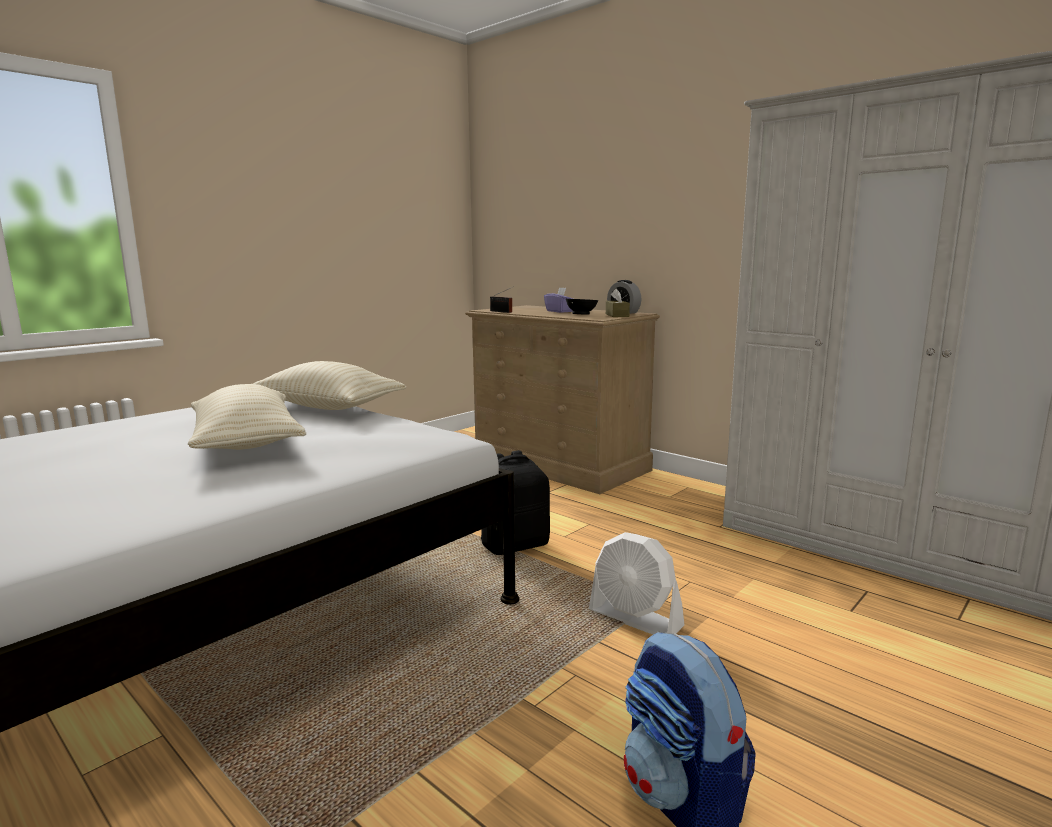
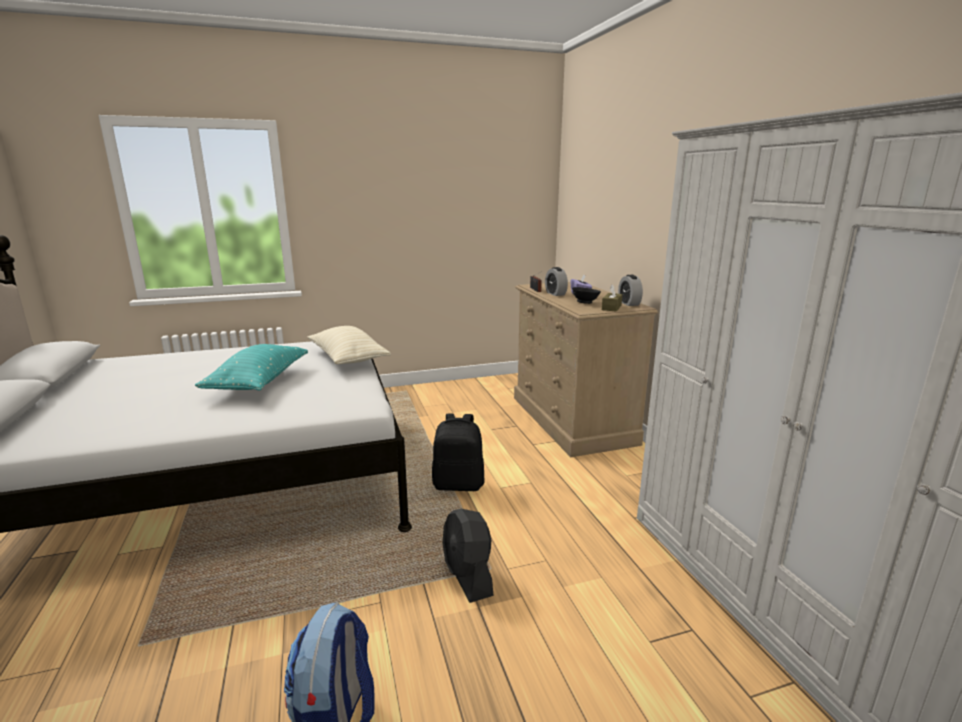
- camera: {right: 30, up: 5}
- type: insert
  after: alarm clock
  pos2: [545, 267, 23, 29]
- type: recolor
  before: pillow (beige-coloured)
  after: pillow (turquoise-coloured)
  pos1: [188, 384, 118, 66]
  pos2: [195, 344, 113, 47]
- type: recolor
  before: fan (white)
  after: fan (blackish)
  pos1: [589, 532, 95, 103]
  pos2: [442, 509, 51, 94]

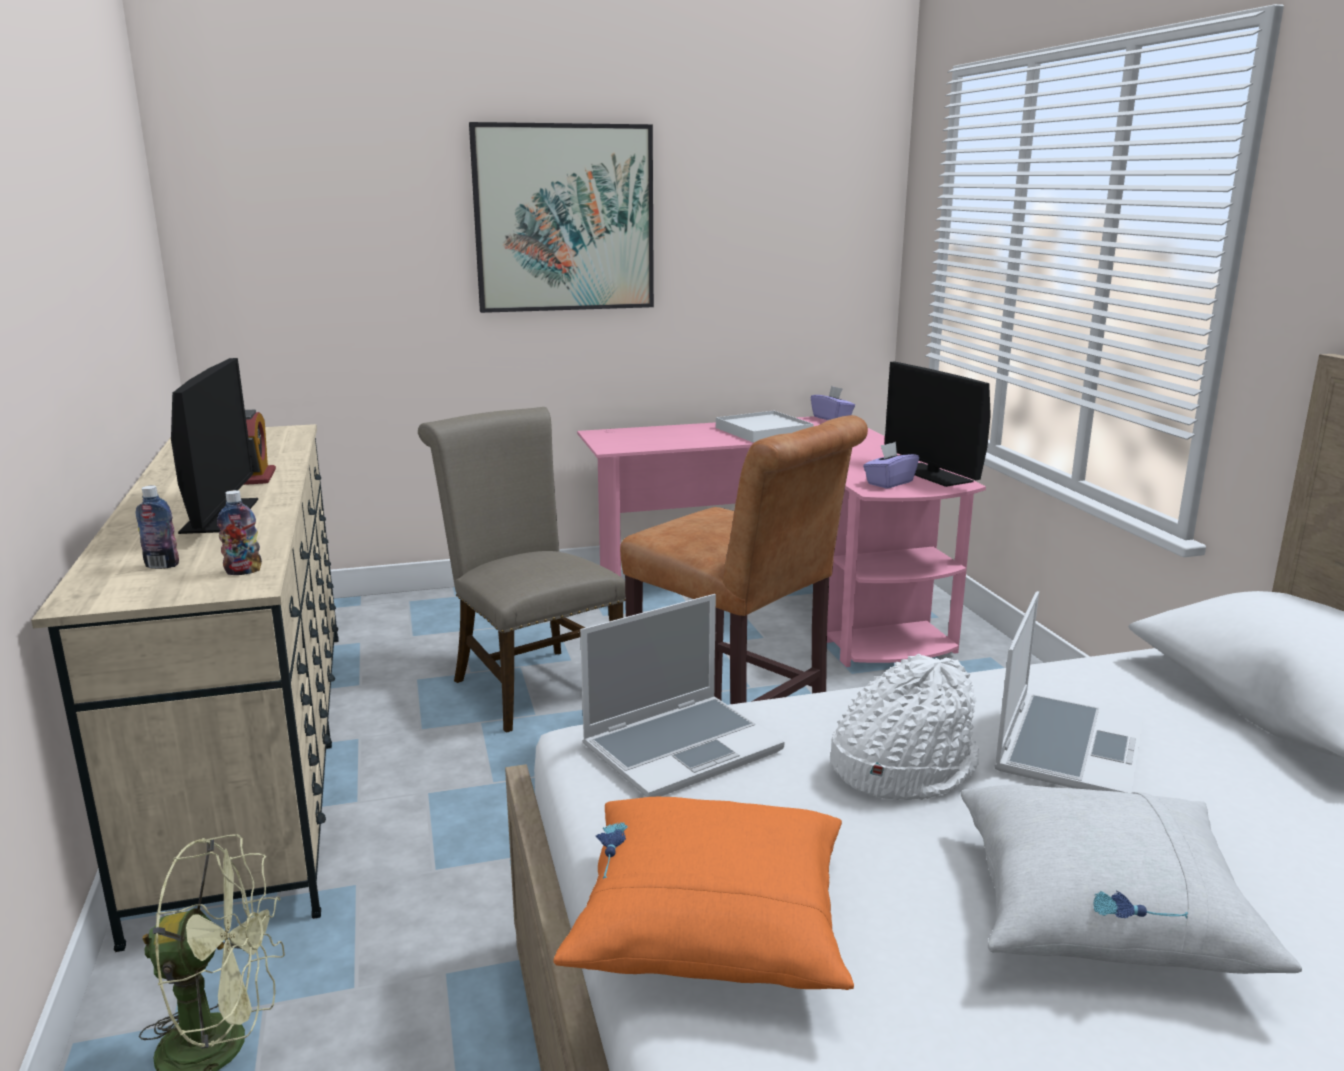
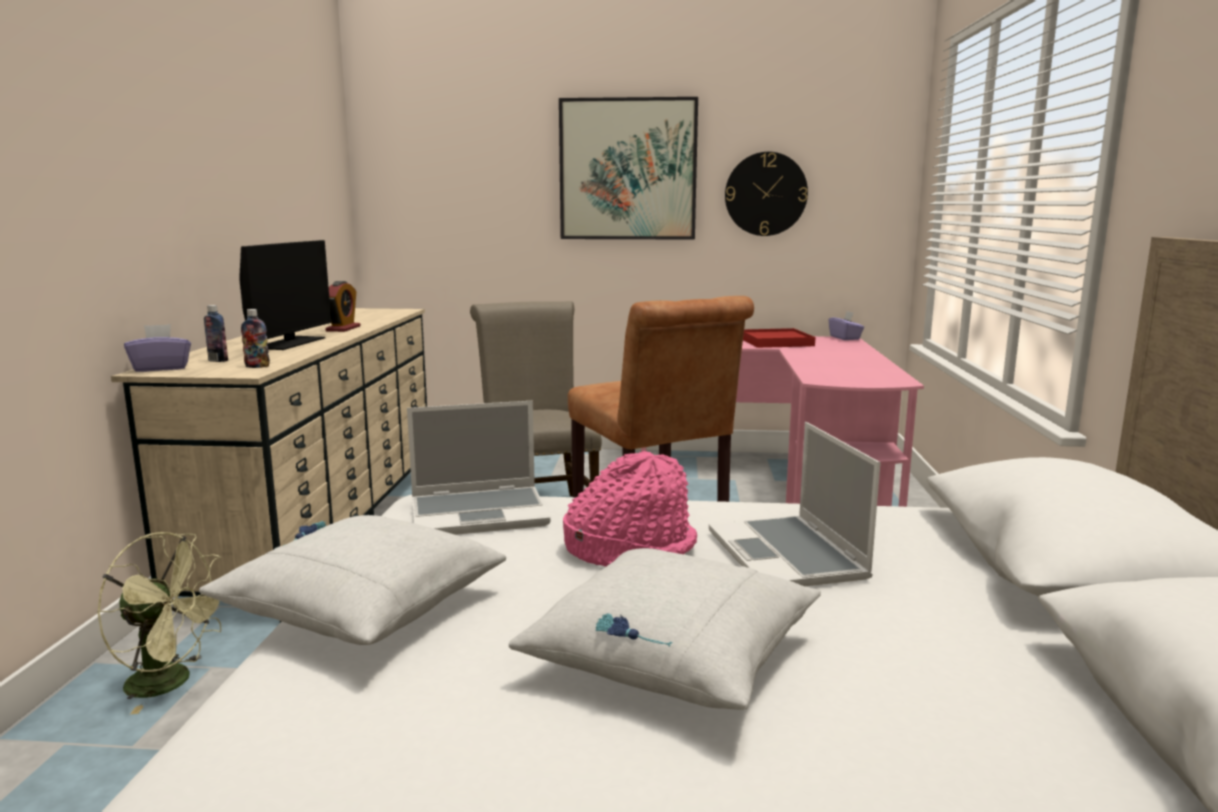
- camera: {right: 20, up: -5}
- type: delete
  before: computer screen
  pos1: [884, 362, 107, 125]
- type: insert
  after: wall clock
  pos2: [725, 152, 83, 84]
- type: move
  before: tissue holder (purple)
  pos1: [863, 442, 56, 47]
  pos2: [124, 324, 67, 48]
- type: recolor
  before: pillow (orangey)
  after: pillow (gray)
  pos1: [553, 797, 301, 193]
  pos2: [199, 515, 307, 130]
- type: recolor
  before: serving tray (white)
  after: serving tray (red)
  pos1: [716, 411, 98, 31]
  pos2: [743, 328, 72, 20]
- type: recolor
  before: hat (white)
  after: hat (pinkish)
  pos1: [830, 654, 149, 146]
  pos2: [563, 451, 134, 116]
- type: rotate
  before: notebook computer
  pos1: [994, 591, 150, 202]
  pos2: [709, 422, 172, 164]
  turn: 120

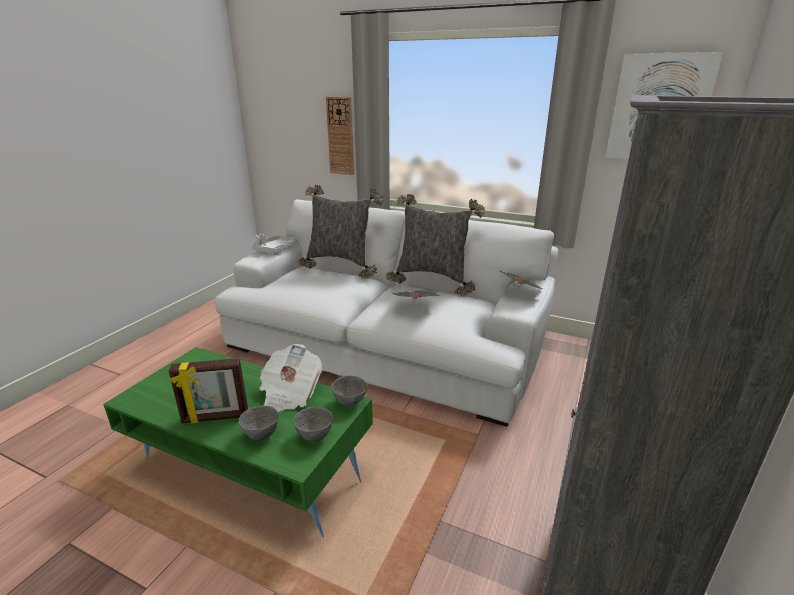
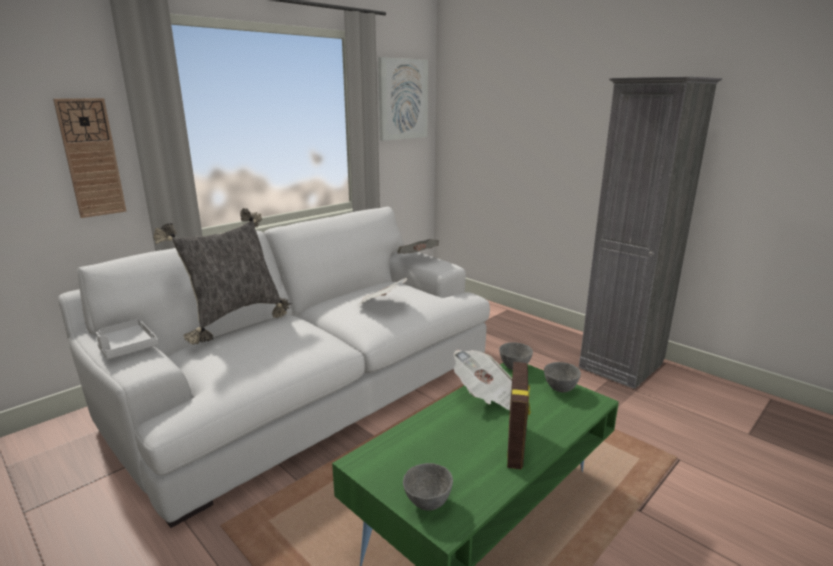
- camera: {right: -70, up: -5}
- type: delete
  before: pillow
  pos1: [385, 194, 100, 102]
- type: move
  before: serving bowl (gray)
  pos1: [239, 405, 40, 36]
  pos2: [403, 463, 50, 48]

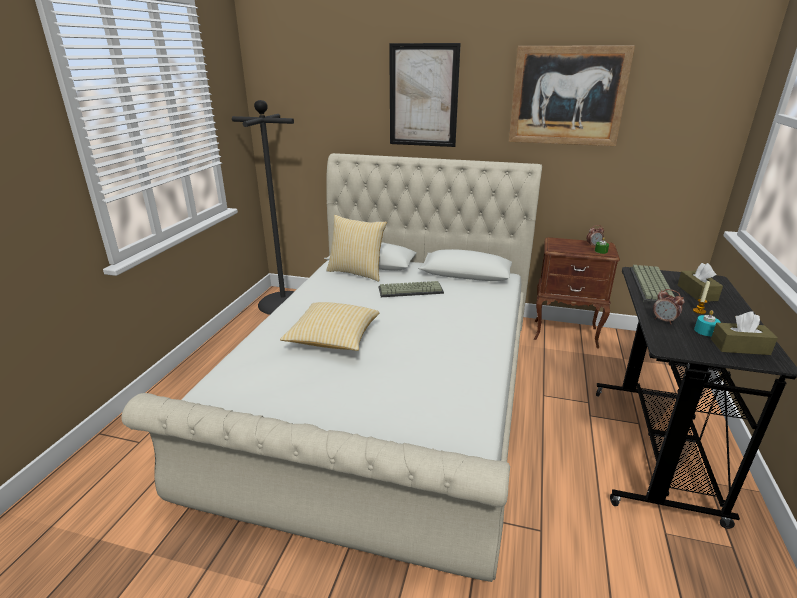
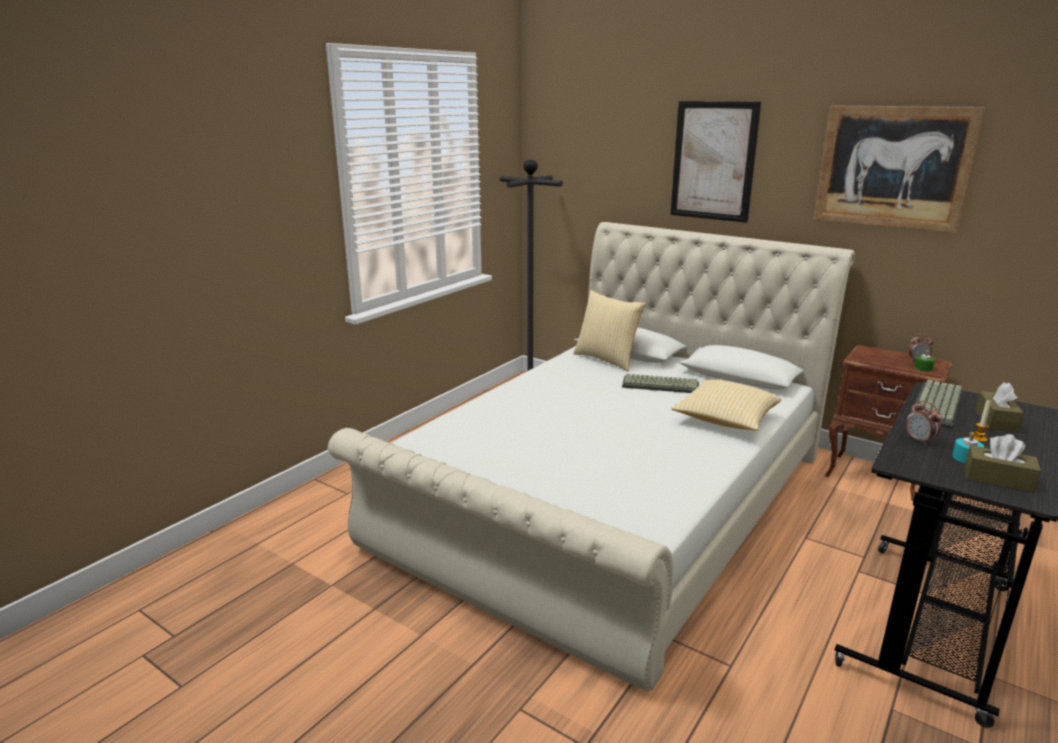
- camera: {right: 20, up: -5}
- type: move
  before: pillow
  pos1: [280, 302, 99, 49]
  pos2: [671, 380, 110, 51]

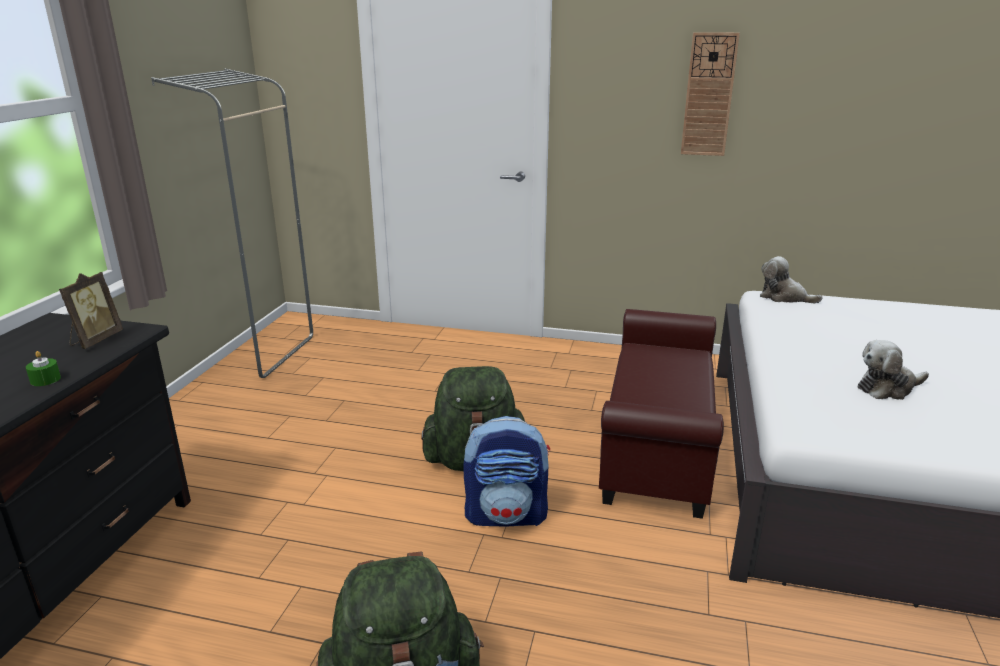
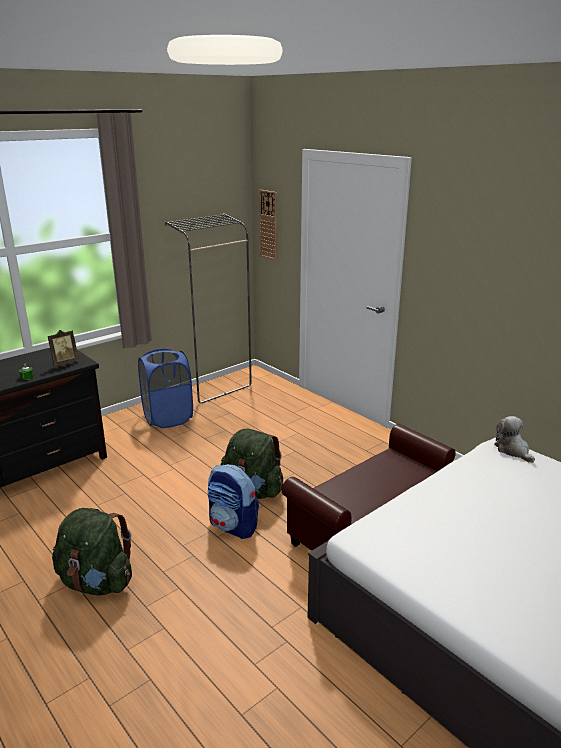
- camera: {right: 35, up: 0}
- type: delete
  before: cuddly toy
  pos1: [858, 340, 71, 60]
- type: insert
  after: washing basket (bluish)
  pos2: [138, 348, 55, 80]
- type: move
  before: wall clock
  pos1: [681, 32, 59, 124]
  pos2: [259, 190, 18, 70]

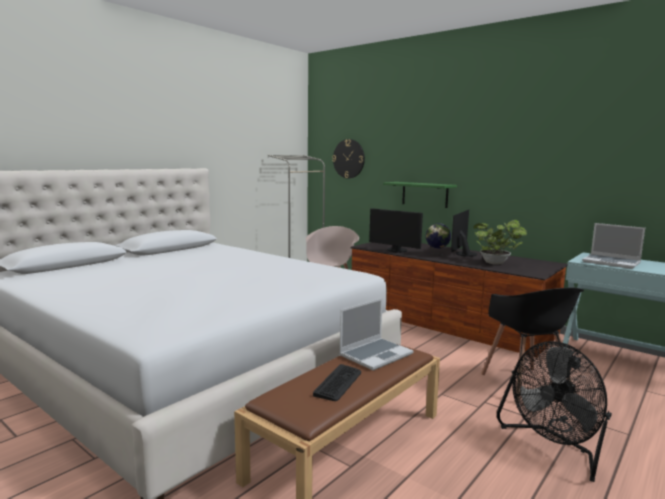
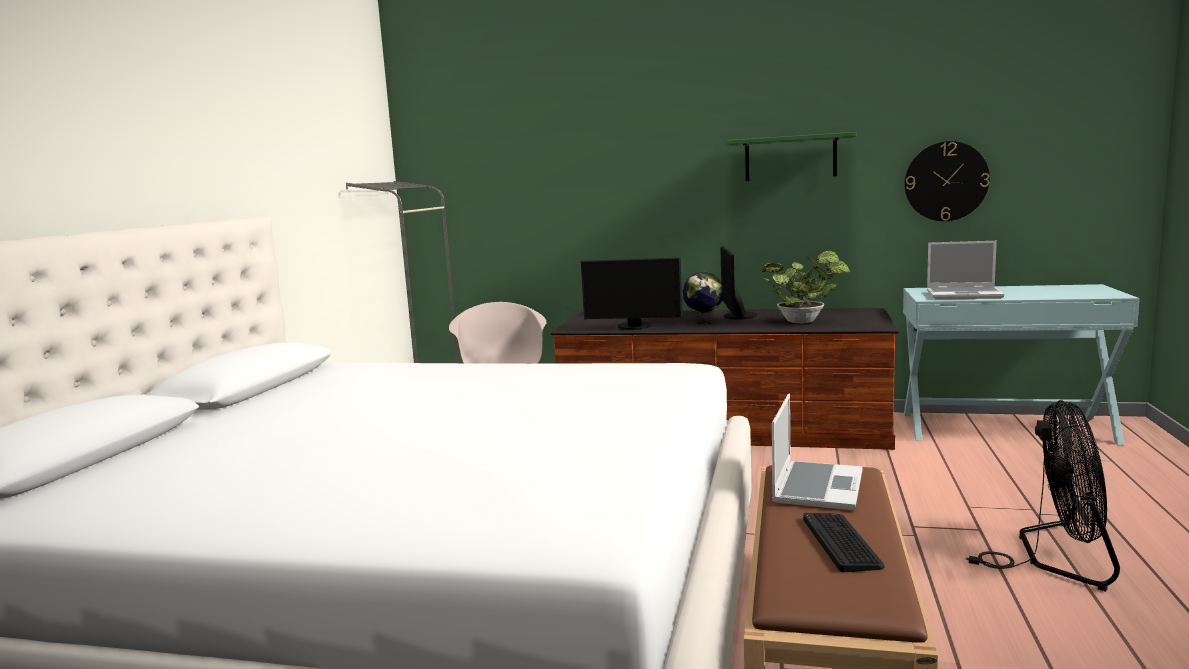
- camera: {right: -25, up: 0}
- type: delete
  before: upright chair (blackish)
  pos1: [481, 288, 103, 116]
- type: move
  before: wall clock
  pos1: [332, 139, 33, 39]
  pos2: [904, 141, 86, 80]
- type: move
  before: shelf (greenish)
  pos1: [383, 182, 74, 26]
  pos2: [727, 132, 129, 49]
- type: rotate
  before: fan (blackish)
  pos1: [497, 341, 115, 141]
  pos2: [965, 400, 155, 192]
  turn: -105

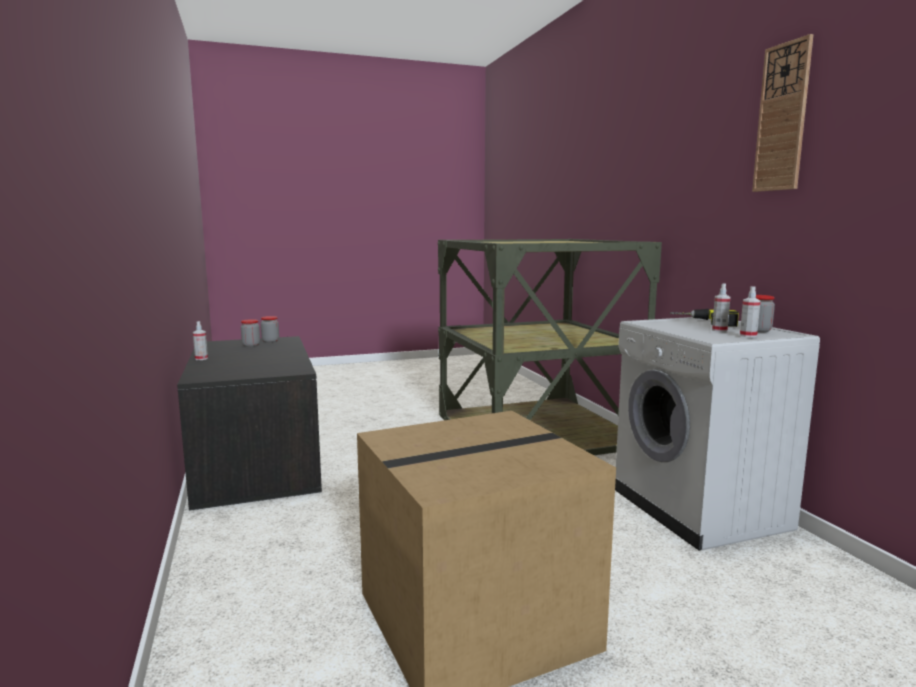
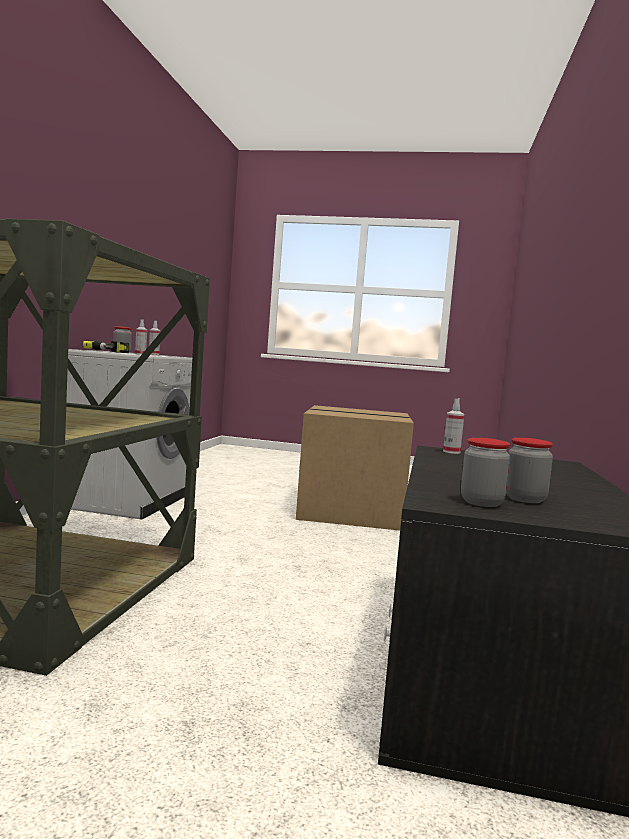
- camera: {right: -150, up: -5}
- type: delete
  before: wall clock
  pos1: [752, 34, 61, 158]
- type: move
  before: sprayer
  pos1: [193, 321, 15, 39]
  pos2: [443, 398, 21, 56]

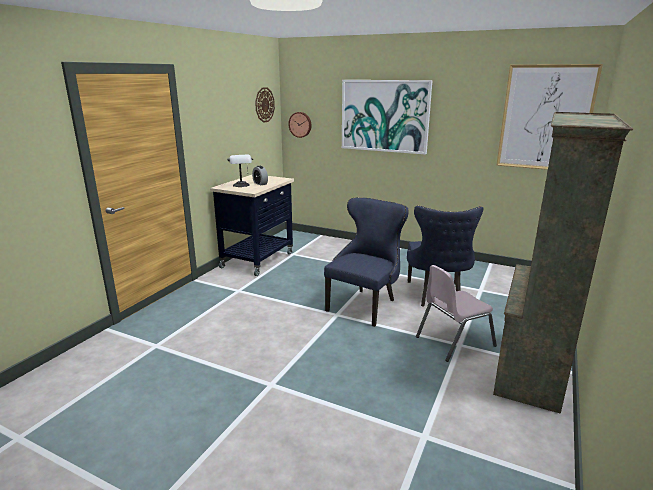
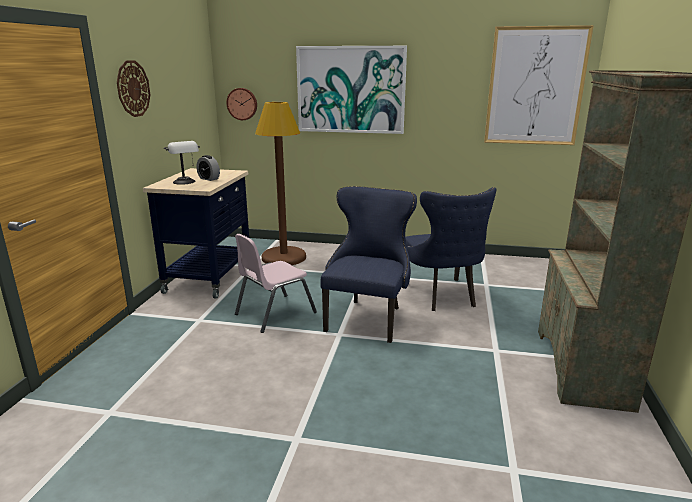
- camera: {right: -15, up: 0}
- type: insert
  after: standard lamp (brown)
  pos2: [255, 102, 51, 163]
- type: move
  before: wall clock
  pos1: [255, 87, 20, 36]
  pos2: [117, 60, 33, 57]
- type: move
  before: upright chair (pinkish)
  pos1: [416, 265, 81, 97]
  pos2: [235, 234, 82, 99]

